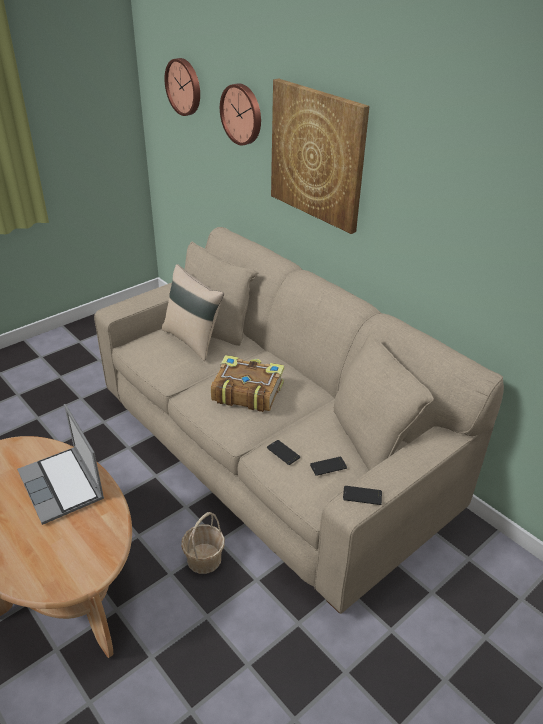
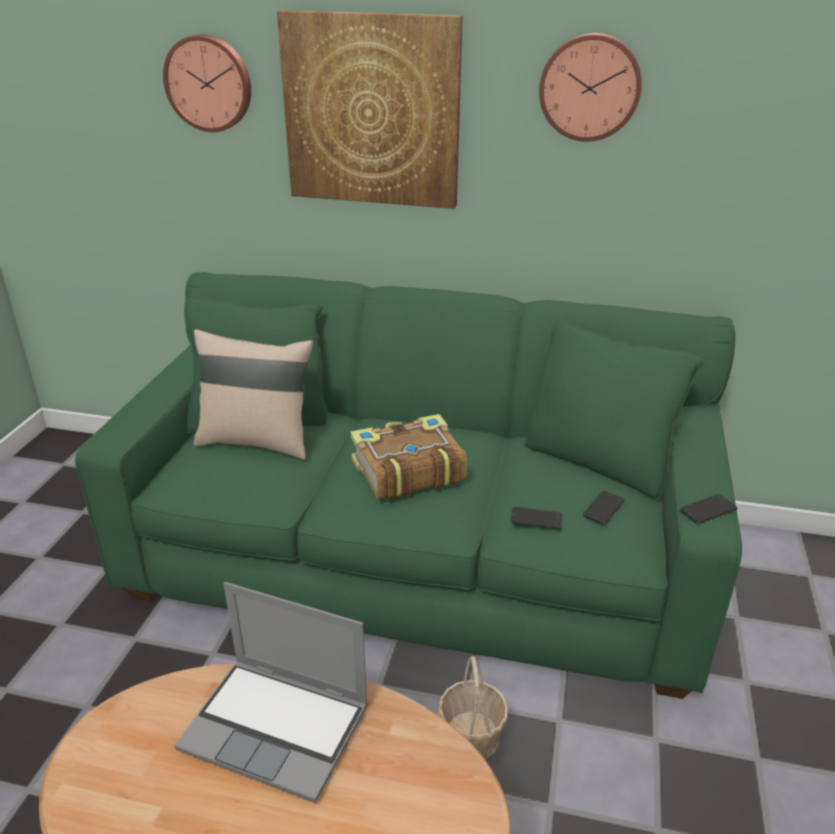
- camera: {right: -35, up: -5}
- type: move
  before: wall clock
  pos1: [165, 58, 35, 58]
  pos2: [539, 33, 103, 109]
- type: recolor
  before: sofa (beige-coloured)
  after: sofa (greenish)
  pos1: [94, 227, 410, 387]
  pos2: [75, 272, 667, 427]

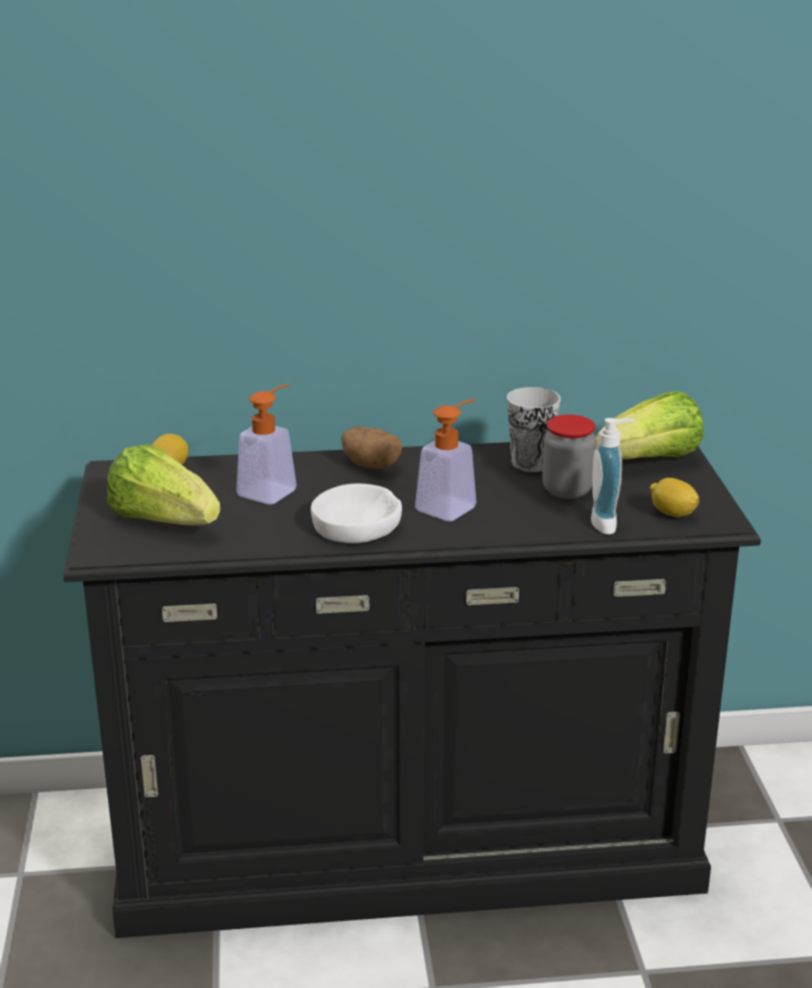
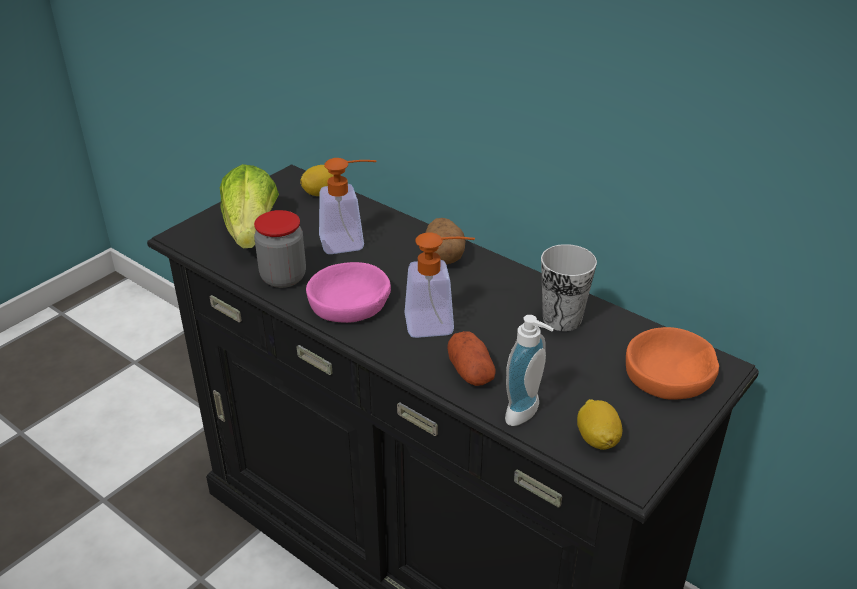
- camera: {right: 45, up: 10}
- type: insert
  after: spud
  pos2: [447, 331, 49, 55]
- type: move
  before: storage jar
  pos1: [542, 415, 54, 84]
  pos2: [254, 210, 52, 78]
- type: replace
  before: lettuce head
  after: serving bowl (orangey)
  pos1: [596, 391, 108, 69]
  pos2: [626, 327, 93, 73]
- type: recolor
  before: serving bowl (white)
  after: serving bowl (pinkish)
  pos1: [311, 483, 91, 60]
  pos2: [306, 262, 85, 61]

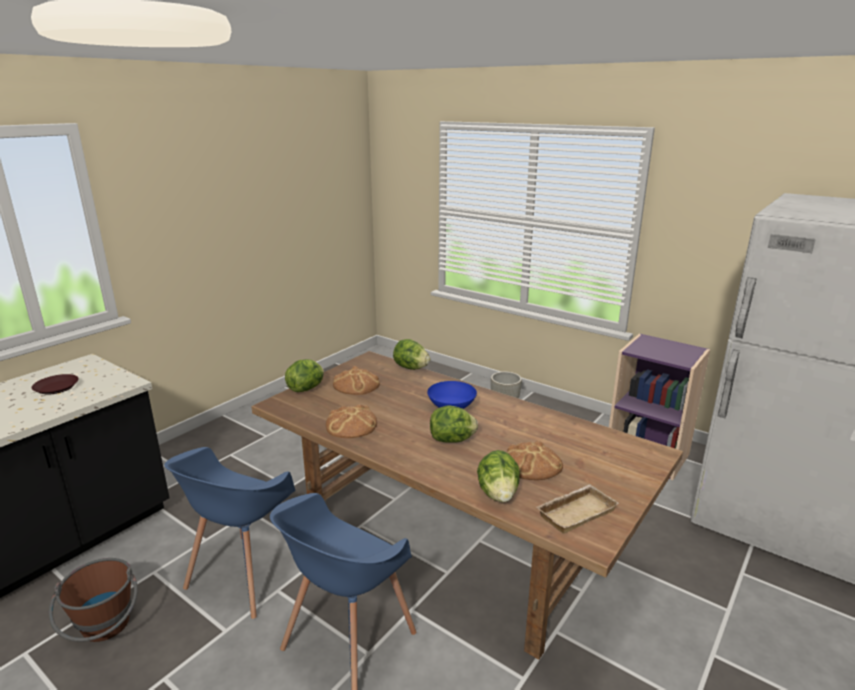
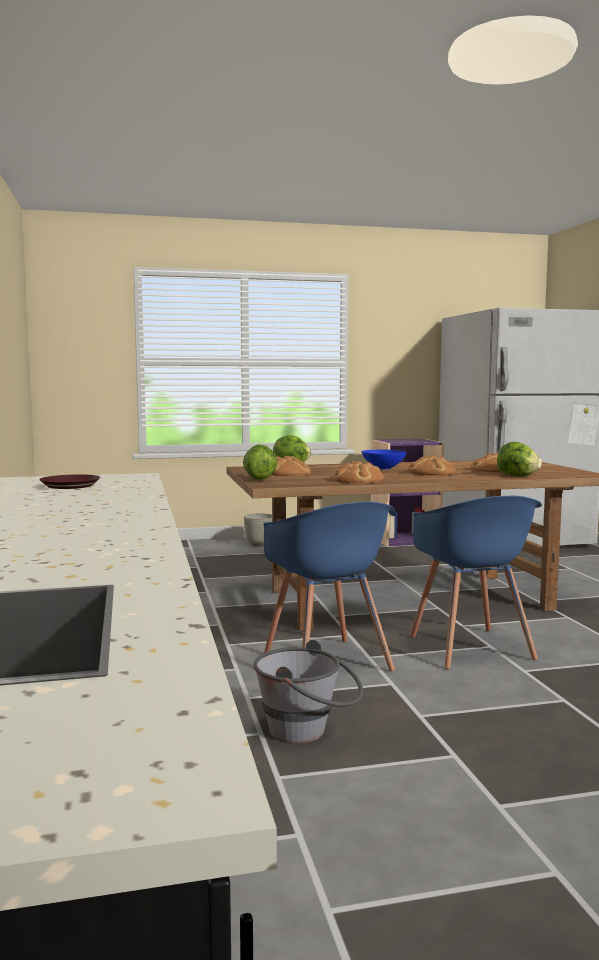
- camera: {right: -50, up: -15}
- type: delete
  before: serving tray (beige-coloured)
  pos1: [536, 484, 83, 50]
- type: replace
  before: lettuce head
  after: bakery bread
  pos1: [430, 405, 48, 38]
  pos2: [407, 455, 49, 20]
- type: recolor
  before: water bucket (brown)
  after: water bucket (gray)
  pos1: [49, 558, 89, 84]
  pos2: [253, 640, 110, 104]

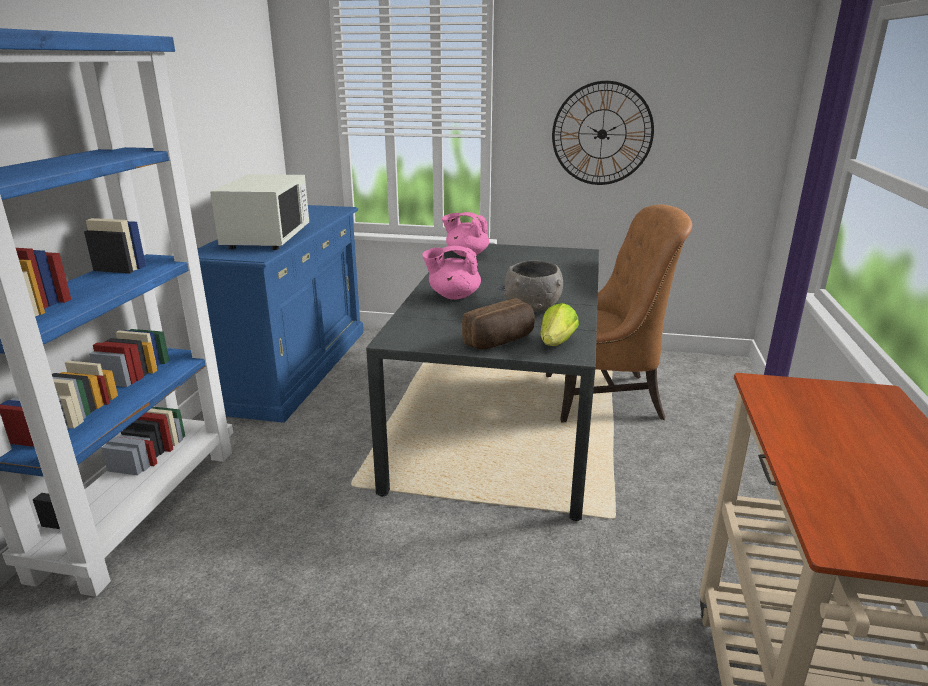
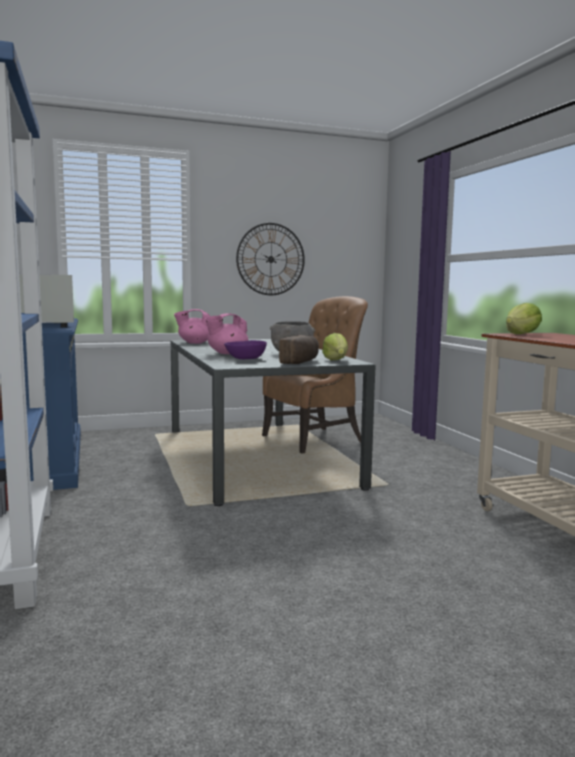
- camera: {right: -30, up: -15}
- type: insert
  after: serving bowl (purple)
  pos2: [224, 340, 43, 19]
- type: insert
  after: lettuce head
  pos2: [506, 303, 36, 31]

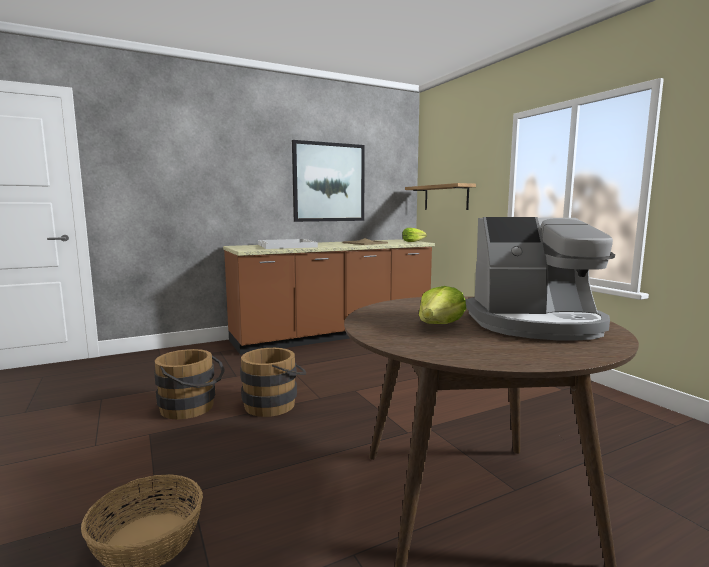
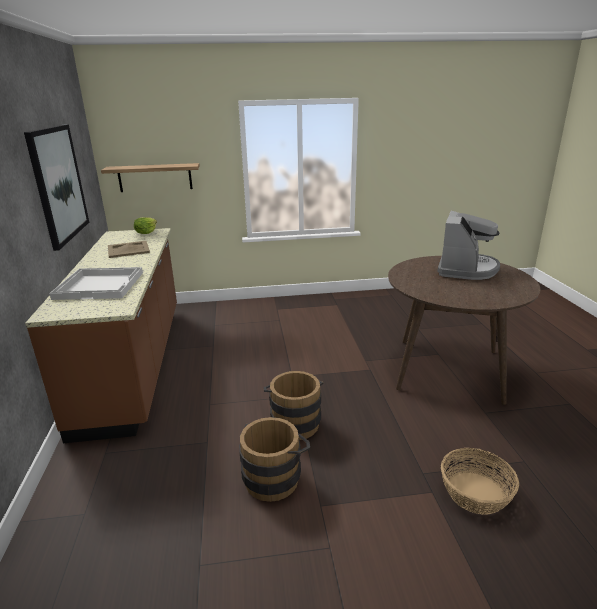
- camera: {right: -70, up: 15}
- type: delete
  before: lettuce head
  pos1: [419, 286, 47, 38]

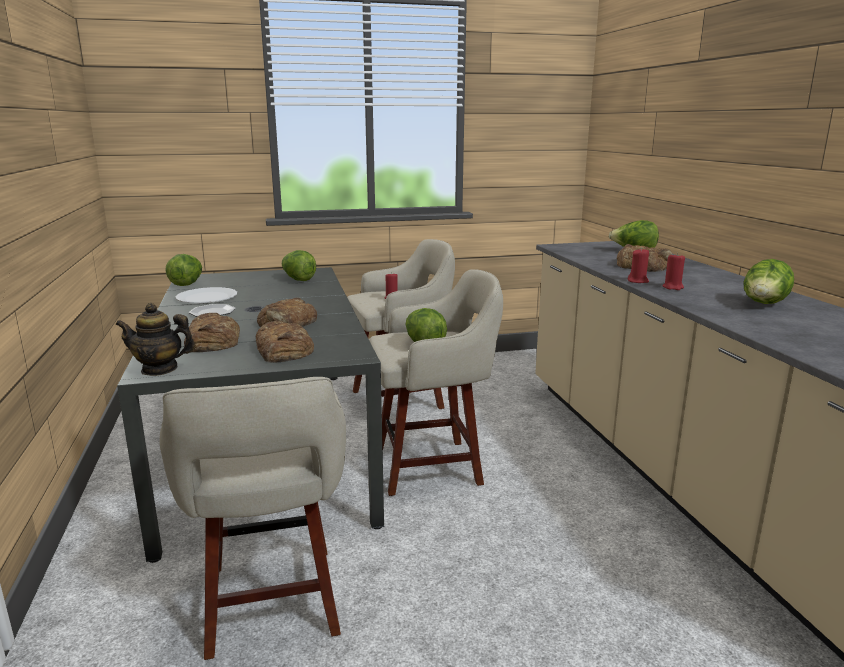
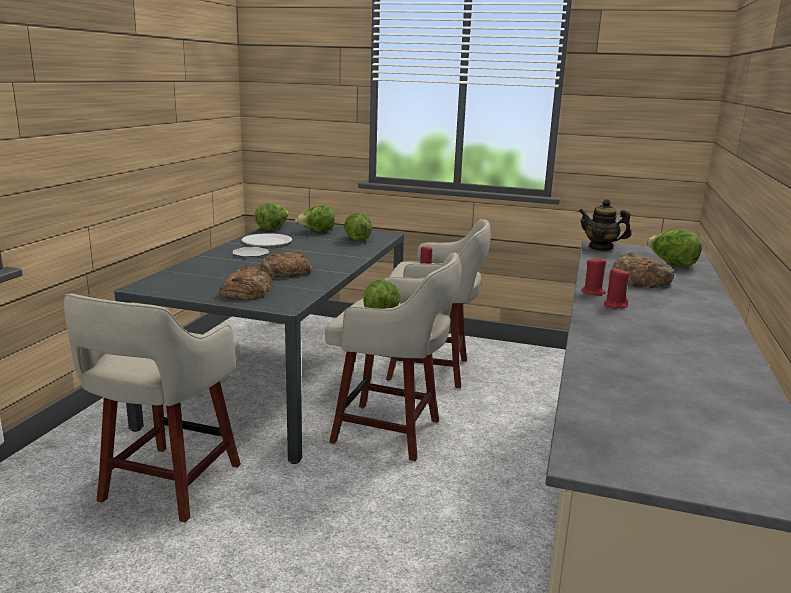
- camera: {right: 30, up: 0}
- type: delete
  before: bakery bread
  pos1: [184, 313, 56, 39]
- type: move
  before: teapot
  pos1: [115, 303, 81, 73]
  pos2: [579, 199, 52, 52]
- type: move
  before: lettuce head
  pos1: [743, 259, 51, 45]
  pos2: [295, 205, 40, 27]

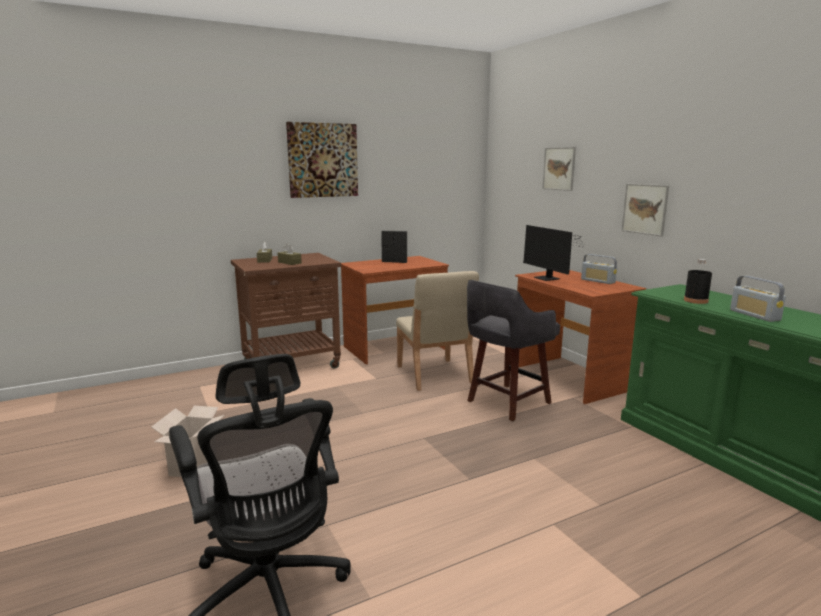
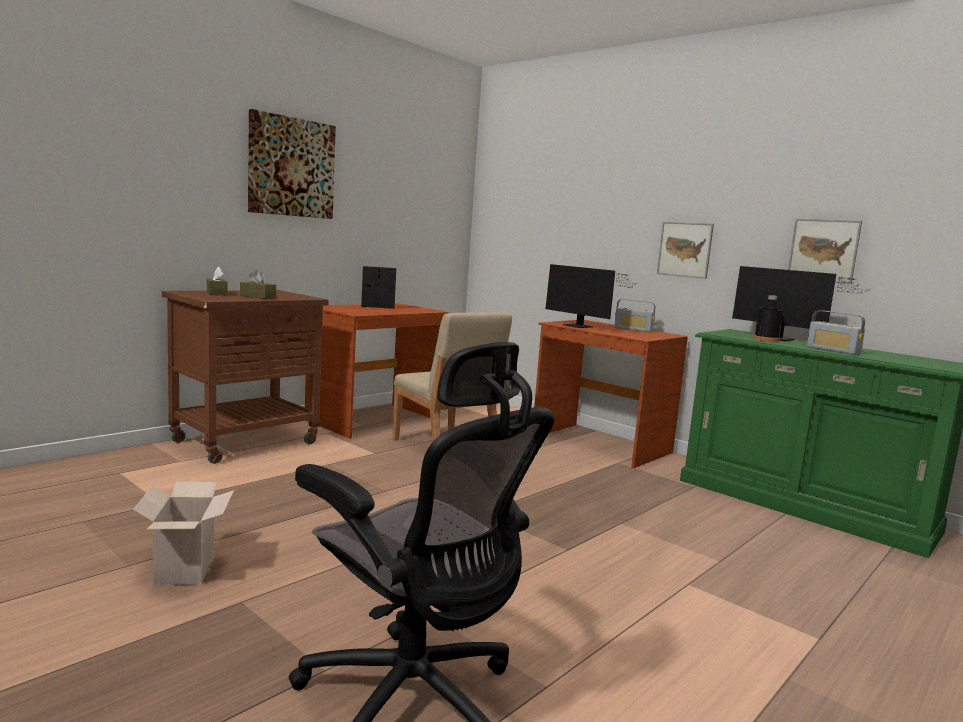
- camera: {right: -20, up: -5}
- type: delete
  before: stool seat (gray)
  pos1: [467, 280, 93, 141]
- type: insert
  after: computer screen
  pos2: [732, 266, 131, 75]
- type: move
  before: picture
  pos1: [542, 147, 34, 44]
  pos2: [788, 219, 74, 65]

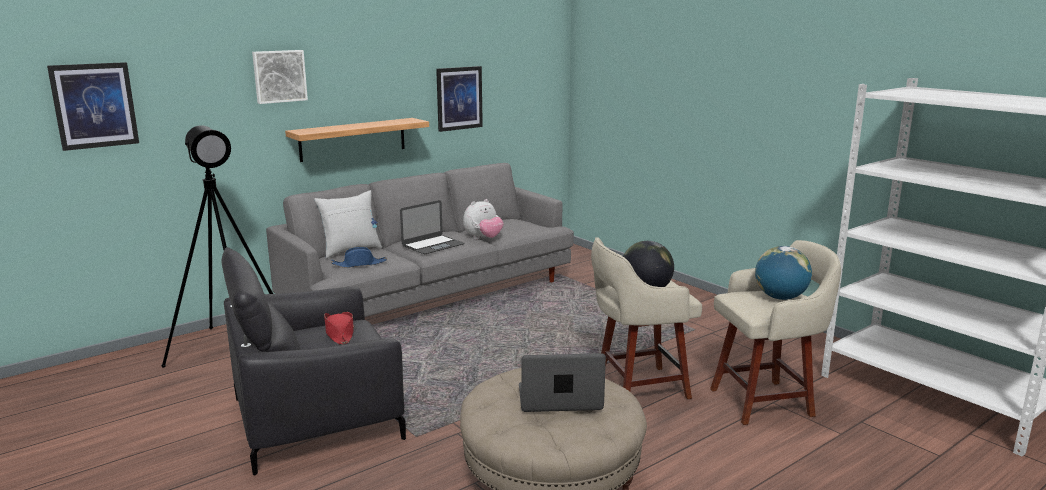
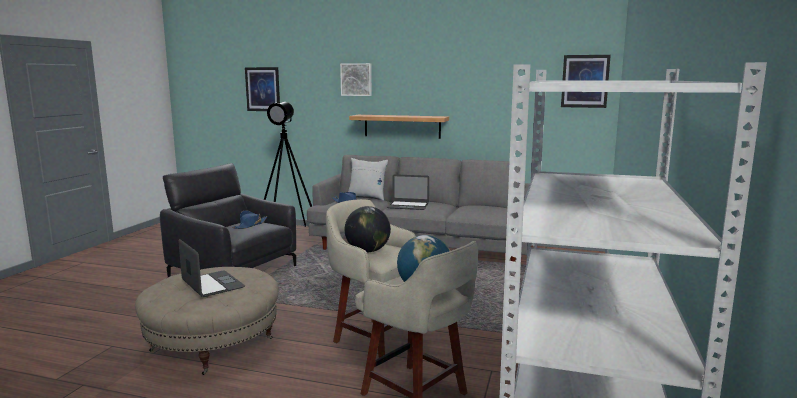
- camera: {right: 55, up: -5}
- type: delete
  before: cuddly toy
  pos1: [463, 199, 41, 40]
- type: move
  before: picture
  pos1: [436, 66, 47, 66]
  pos2: [561, 55, 50, 53]
- type: recolor
  before: hat (red)
  after: hat (bluish)
  pos1: [324, 312, 30, 33]
  pos2: [232, 211, 35, 18]

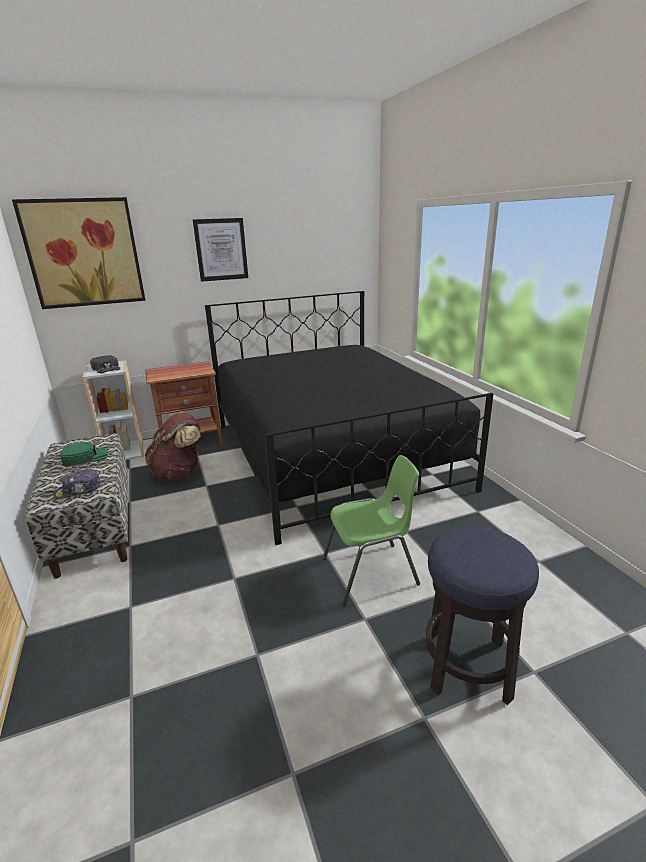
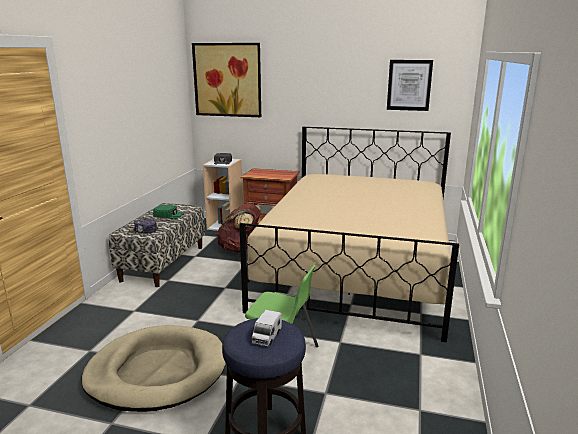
- camera: {right: 35, up: -5}
- type: insert
  after: dog bed (beige-coloured)
  pos2: [82, 325, 144, 87]
- type: insert
  after: model truck
  pos2: [251, 310, 31, 37]
- type: move
  before: picture
  pos1: [193, 218, 55, 64]
  pos2: [387, 60, 46, 51]
- type: recolor
  before: bedroom bed (blackish)
  after: bedroom bed (beige-coloured)
  pos1: [205, 291, 288, 254]
  pos2: [239, 127, 220, 215]

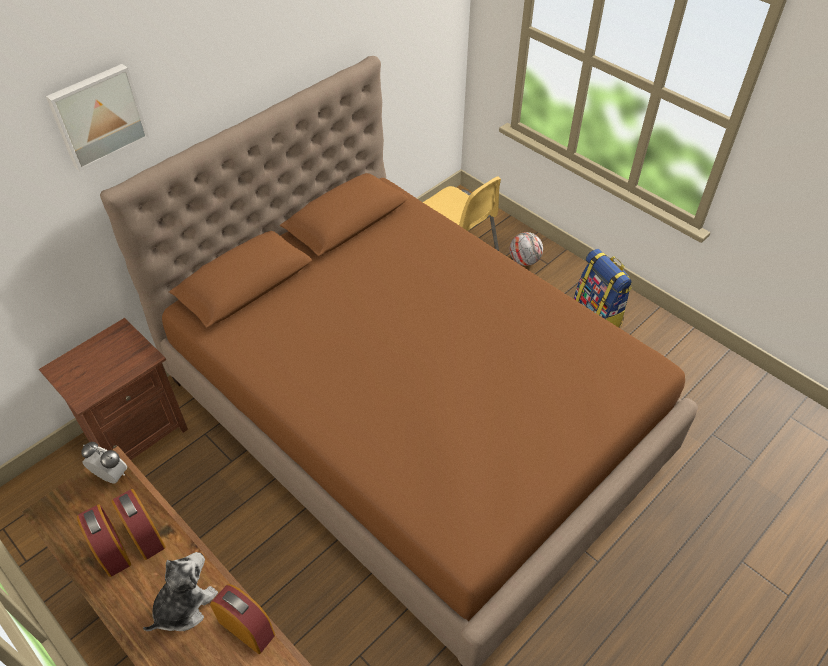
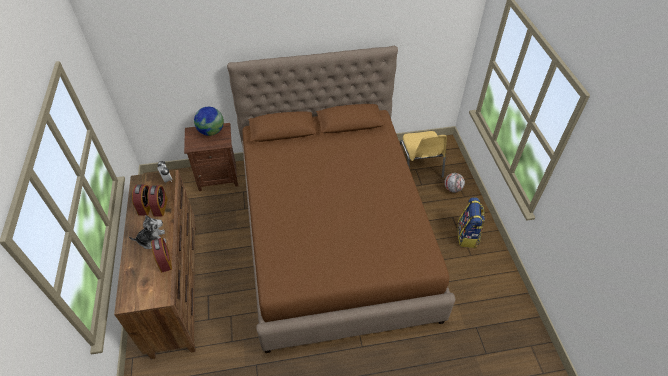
- camera: {right: 35, up: 0}
- type: delete
  before: picture
  pos1: [46, 64, 103, 107]
- type: insert
  after: world globe
  pos2: [194, 107, 30, 29]

